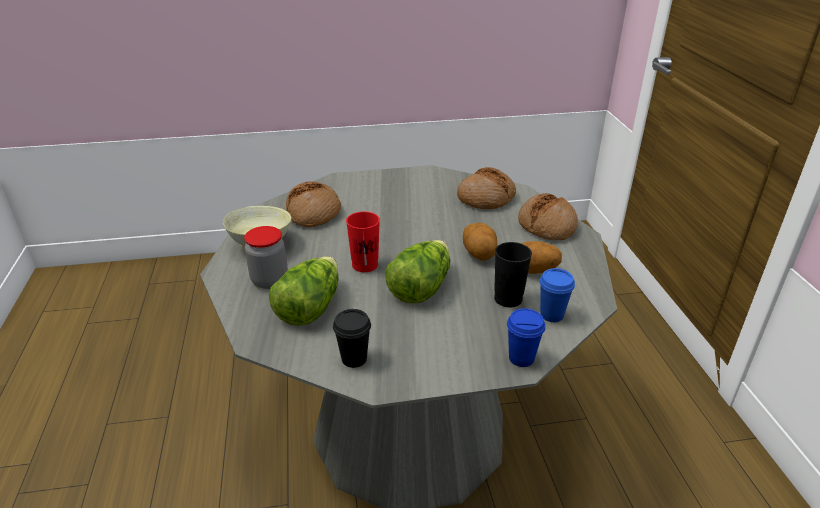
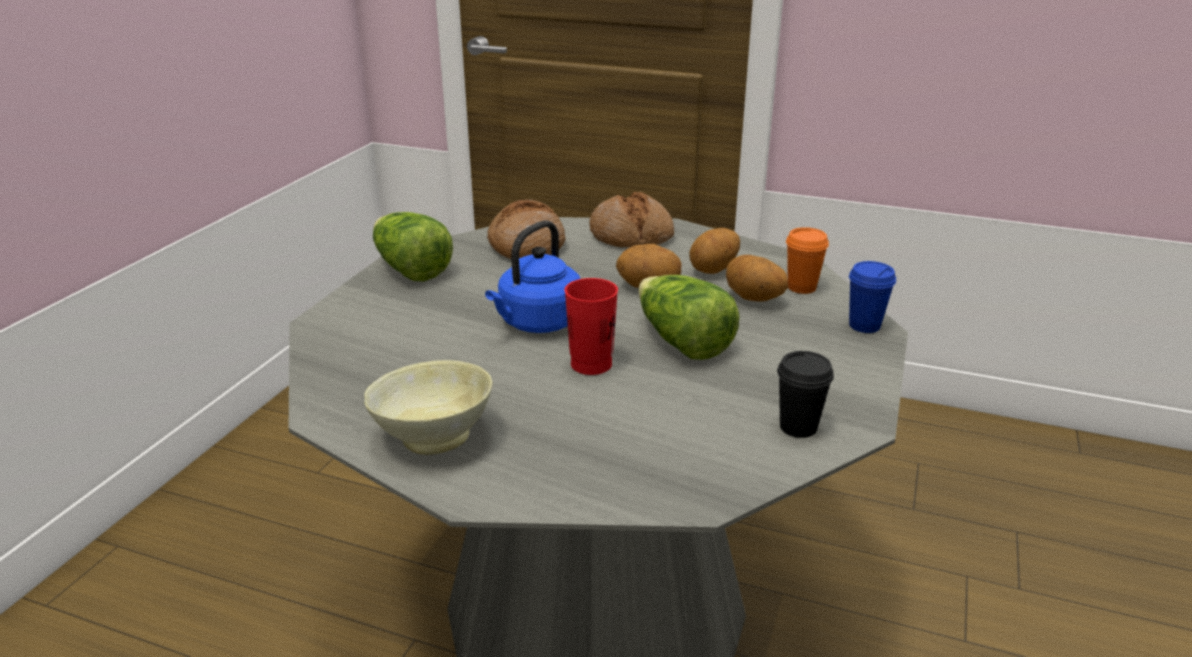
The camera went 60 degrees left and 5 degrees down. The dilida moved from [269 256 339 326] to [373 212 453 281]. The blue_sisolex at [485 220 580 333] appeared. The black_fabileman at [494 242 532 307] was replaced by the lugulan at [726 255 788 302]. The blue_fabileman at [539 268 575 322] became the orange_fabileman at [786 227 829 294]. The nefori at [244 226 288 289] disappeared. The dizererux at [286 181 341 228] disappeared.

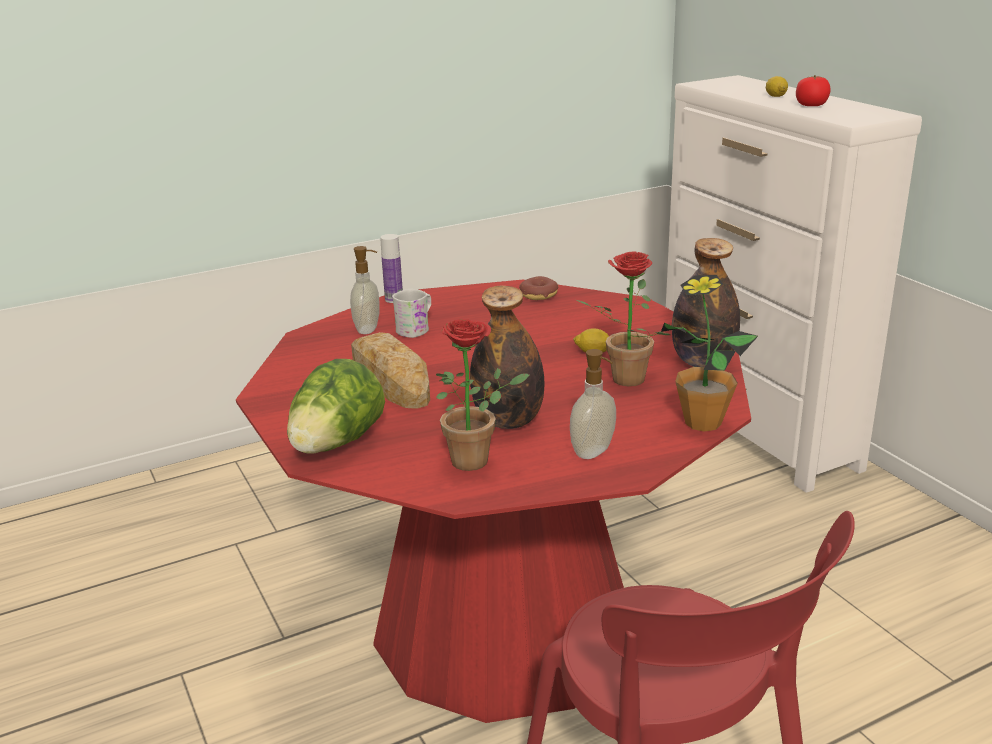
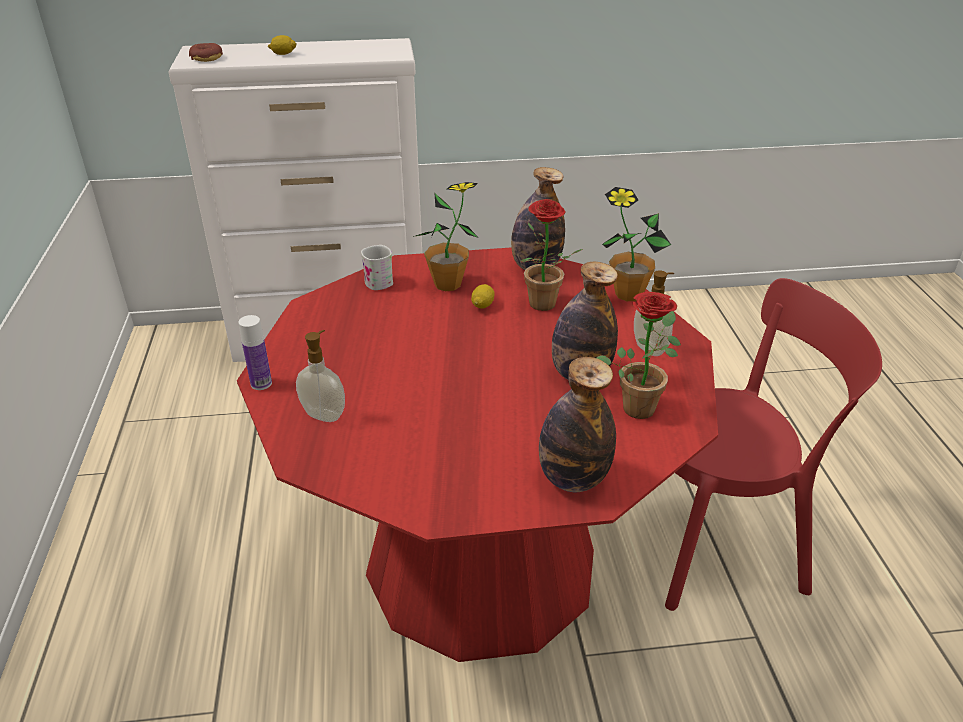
The camera went 70 degrees left and 10 degrees up. The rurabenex moved from [519 276 558 300] to [189 43 223 62]. The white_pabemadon moved from [392 289 431 338] to [361 245 393 290]. The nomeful at [413 182 478 291] appeared. The dilida at [287 359 385 454] was replaced by the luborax at [539 357 616 492]. The dizererux at [351 332 430 409] disappeared. The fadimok at [796 75 830 106] disappeared.

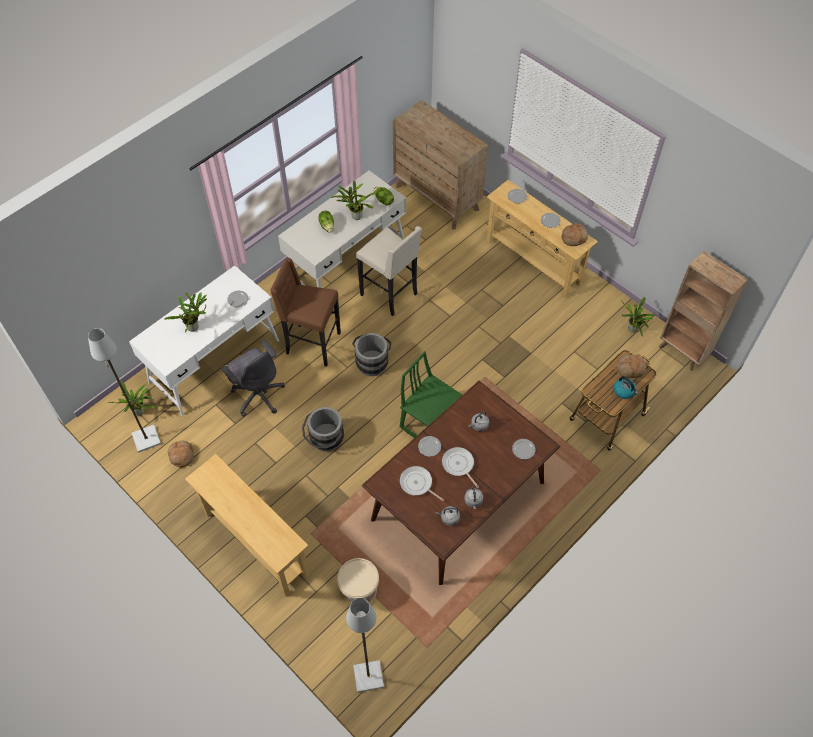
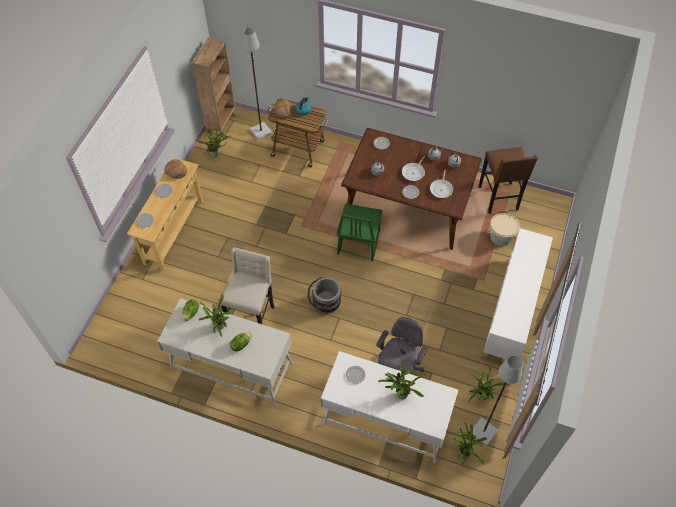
The camera went 115 degrees left and 0 degrees up. The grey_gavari moved from [346 598 384 692] to [242 27 272 140]. The dizererux at [168 441 194 468] was replaced by the nomeful at [468 367 505 402]. The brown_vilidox moved from [270 258 341 367] to [479 147 538 214]. The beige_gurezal at [185 454 310 597] was replaced by the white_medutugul at [484 228 553 360]. The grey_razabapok at [302 407 344 452] disappeared. The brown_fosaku at [392 100 488 230] disappeared.

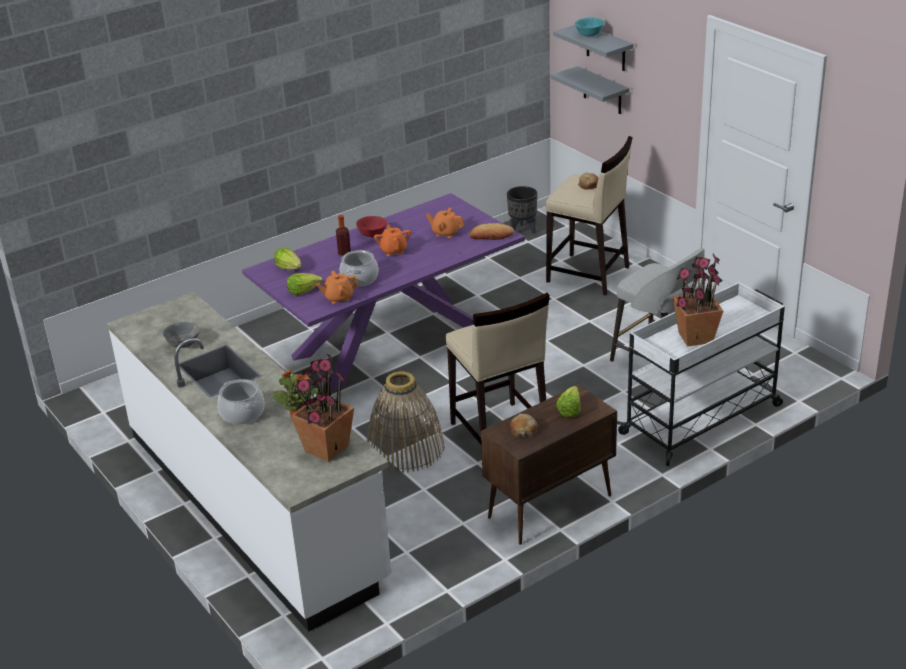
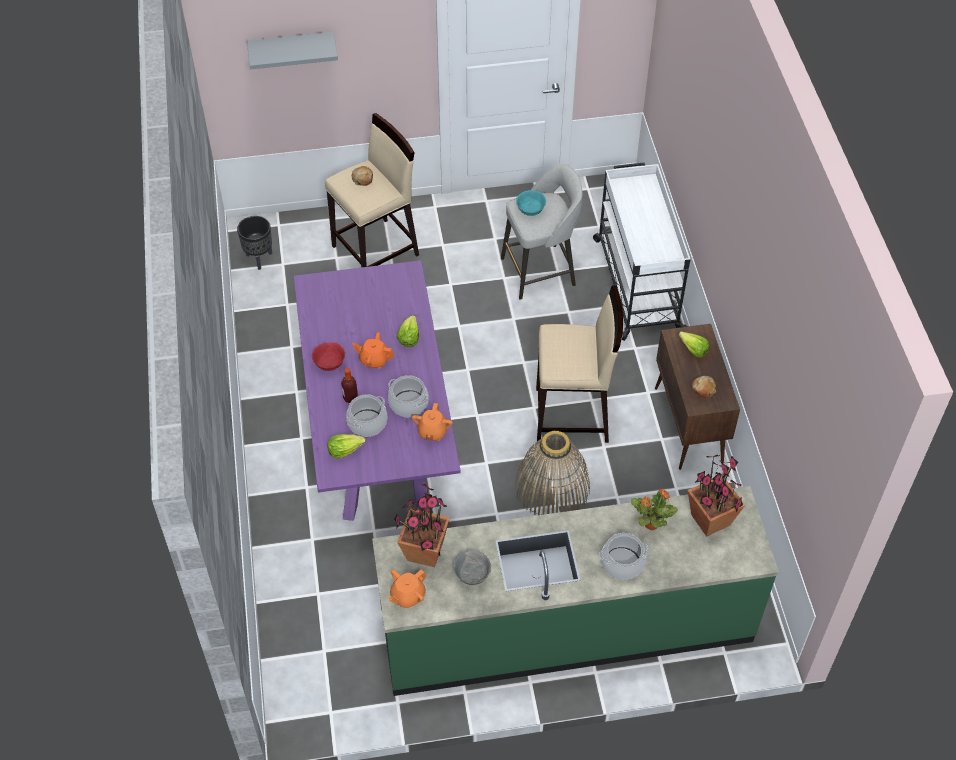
The camera went 65 degrees left and 20 degrees up. The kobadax at [346 394 387 437] appeared. The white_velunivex at [107 292 391 632] became the green_velunivex at [372 486 779 696]. The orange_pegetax moved from [426 208 464 238] to [388 569 427 608]. The nomeful moved from [673 254 723 347] to [394 484 450 567]. The dilida moved from [287 273 323 295] to [396 315 419 347]. The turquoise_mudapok moved from [575 18 604 37] to [516 190 546 216]. The dizererux at [470 223 514 240] disappeared. The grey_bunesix at [551 66 629 114] disappeared.

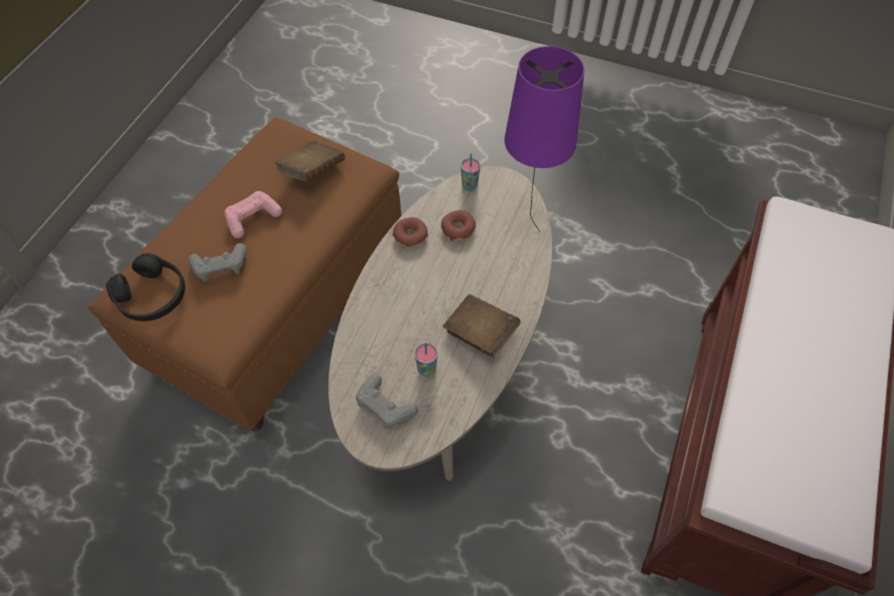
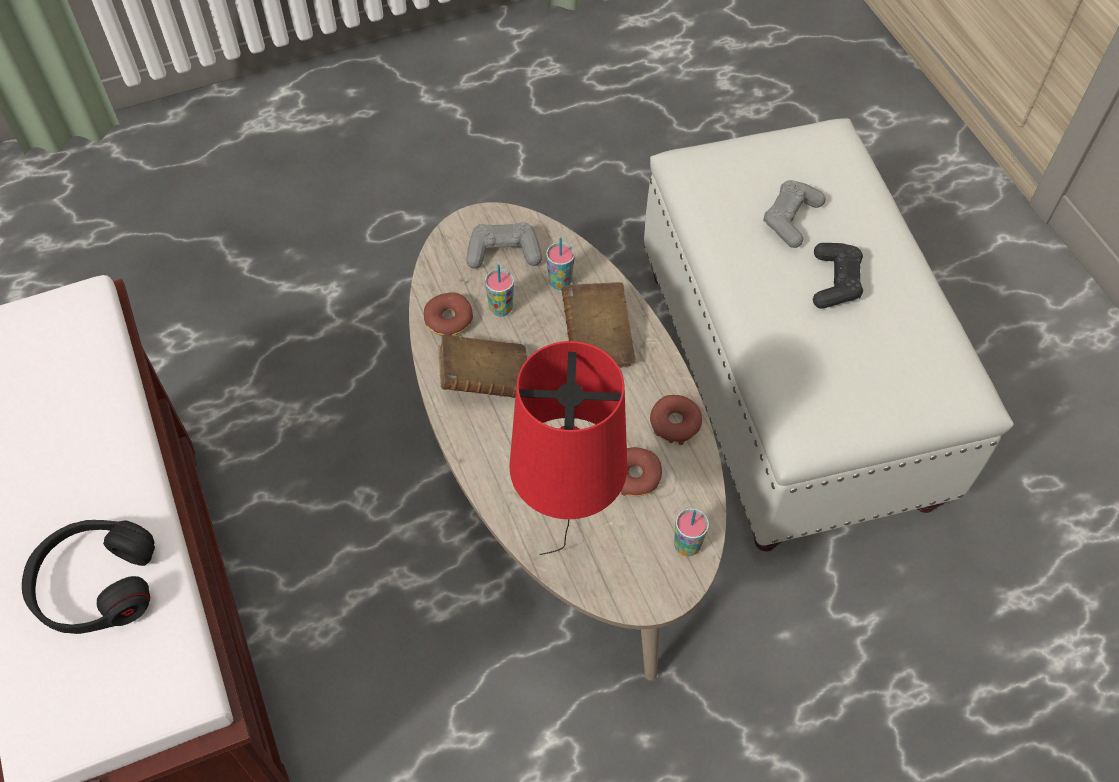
The camera went 135 degrees right and 0 degrees up. The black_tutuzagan moved from [106 253 185 321] to [22 520 155 634]. The rurabenex at [424 292 473 336] appeared. The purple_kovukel at [504 46 584 232] became the red_kovukel at [510 341 627 555]. The fabileman at [546 237 575 290] appeared. The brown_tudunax moved from [274 141 345 181] to [561 282 635 368]. The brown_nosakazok at [88 117 401 431] became the white_nosakazok at [643 118 1014 551]. The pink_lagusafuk at [225 191 282 238] became the black_lagusafuk at [813 243 863 309].

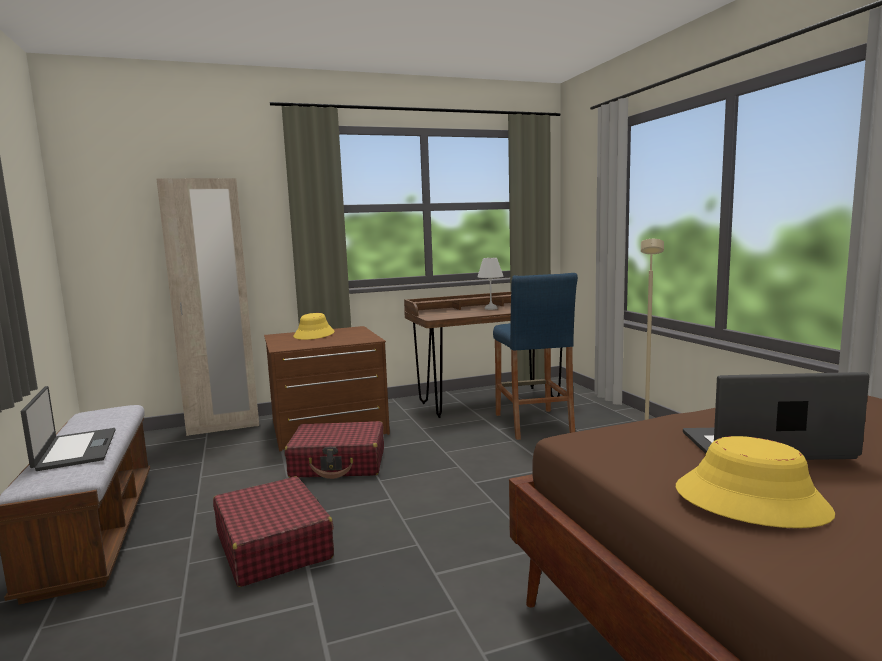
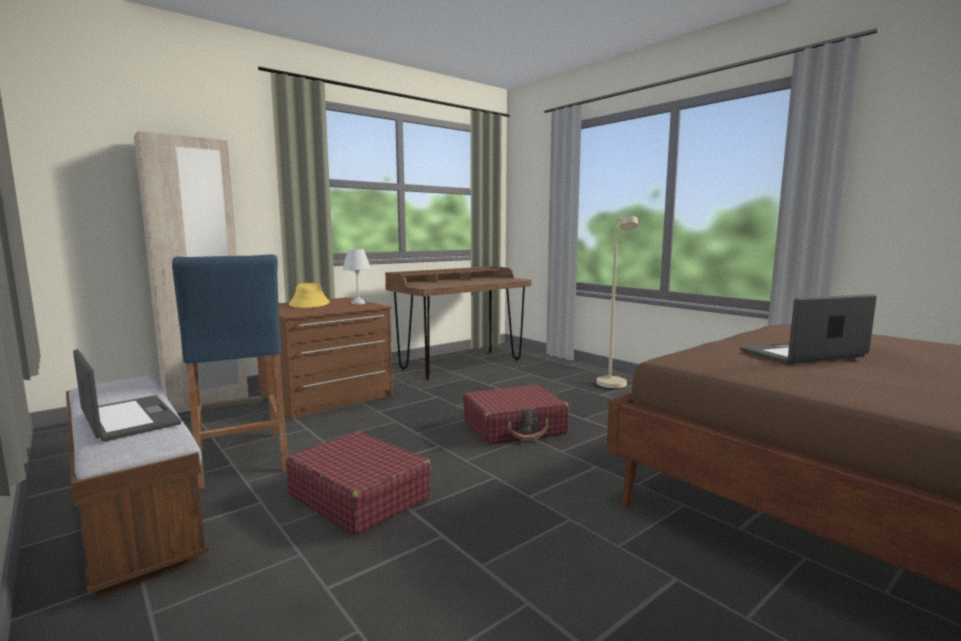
The camera went 20 degrees left and 0 degrees up. The blue_vilidox moved from [493 273 578 440] to [172 255 288 489]. The white_kovukel moved from [477 258 503 310] to [342 249 371 305]. The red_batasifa moved from [285 421 384 479] to [463 385 569 445]. The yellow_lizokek at [676 436 835 528] disappeared.

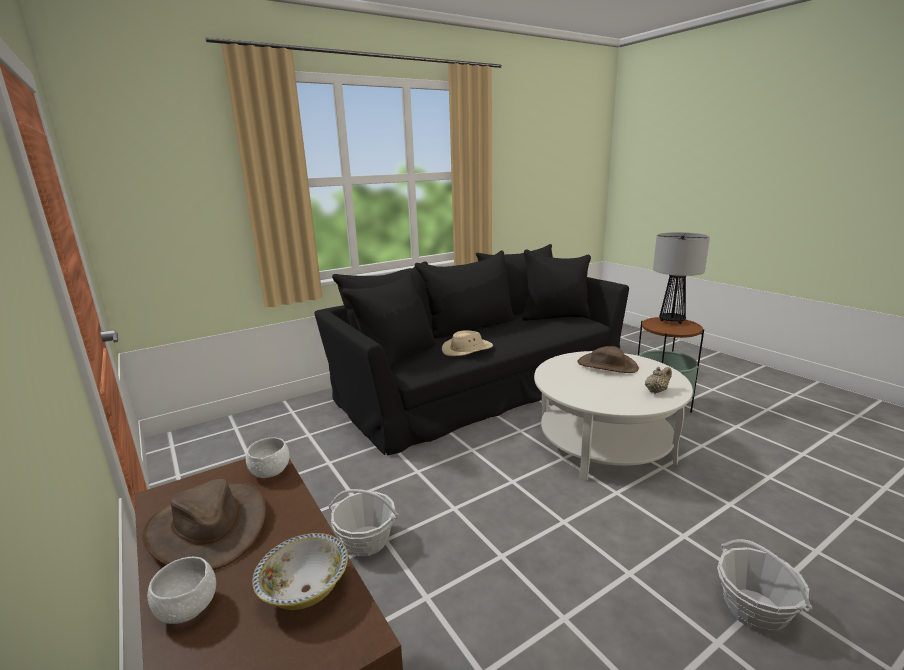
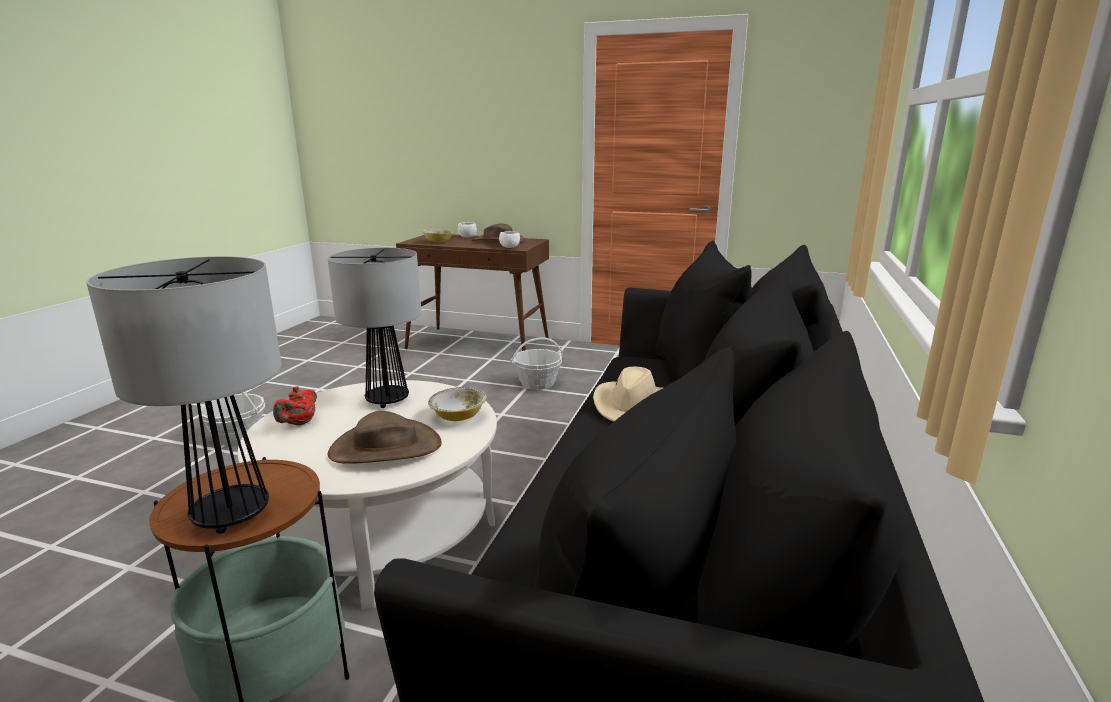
The camera went 140 degrees right and 0 degrees up. The beige_pegetax at [645 367 672 394] became the red_pegetax at [273 386 317 426]. The kovukel at [327 248 422 408] appeared. The mudapok at [428 387 487 421] appeared.

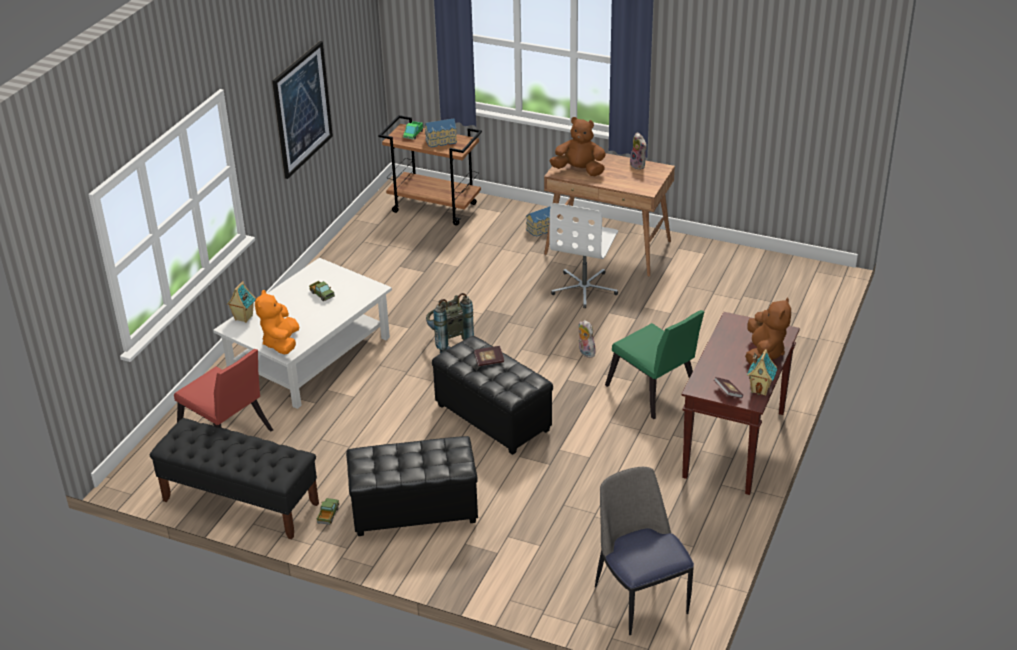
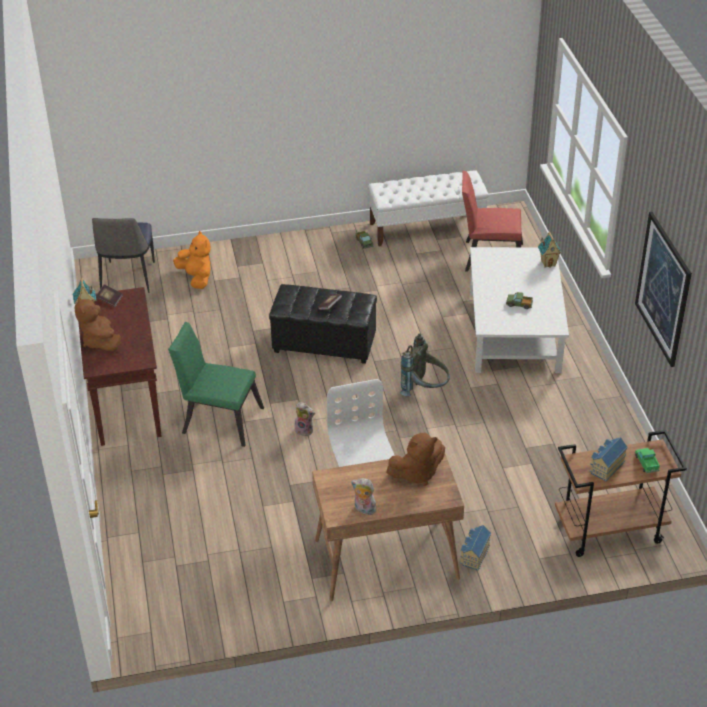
The camera went 145 degrees right and 5 degrees up. The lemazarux at [595 467 694 635] turned 60 degrees clockwise. The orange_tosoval moved from [255 290 299 354] to [173 231 211 289]. The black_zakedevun at [150 418 319 539] became the white_zakedevun at [368 170 489 246]. The black_nosakazok at [346 436 478 536] disappeared.

